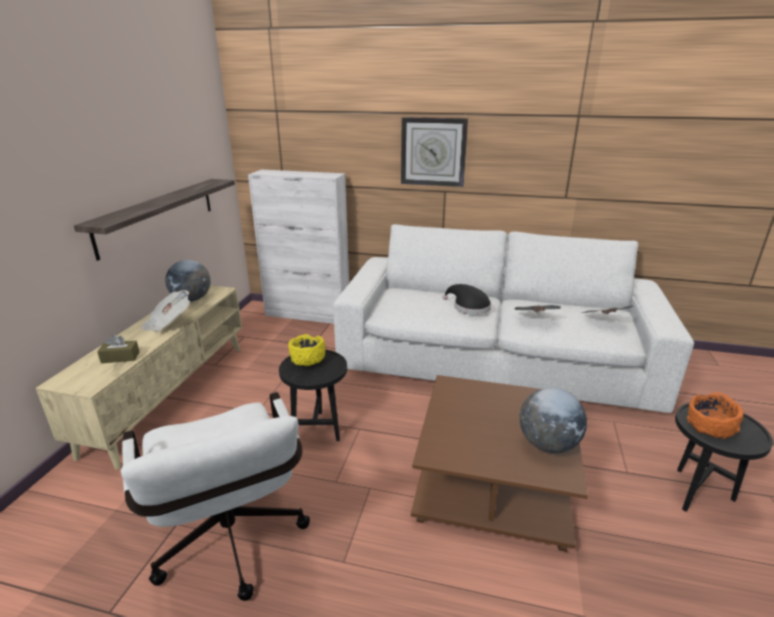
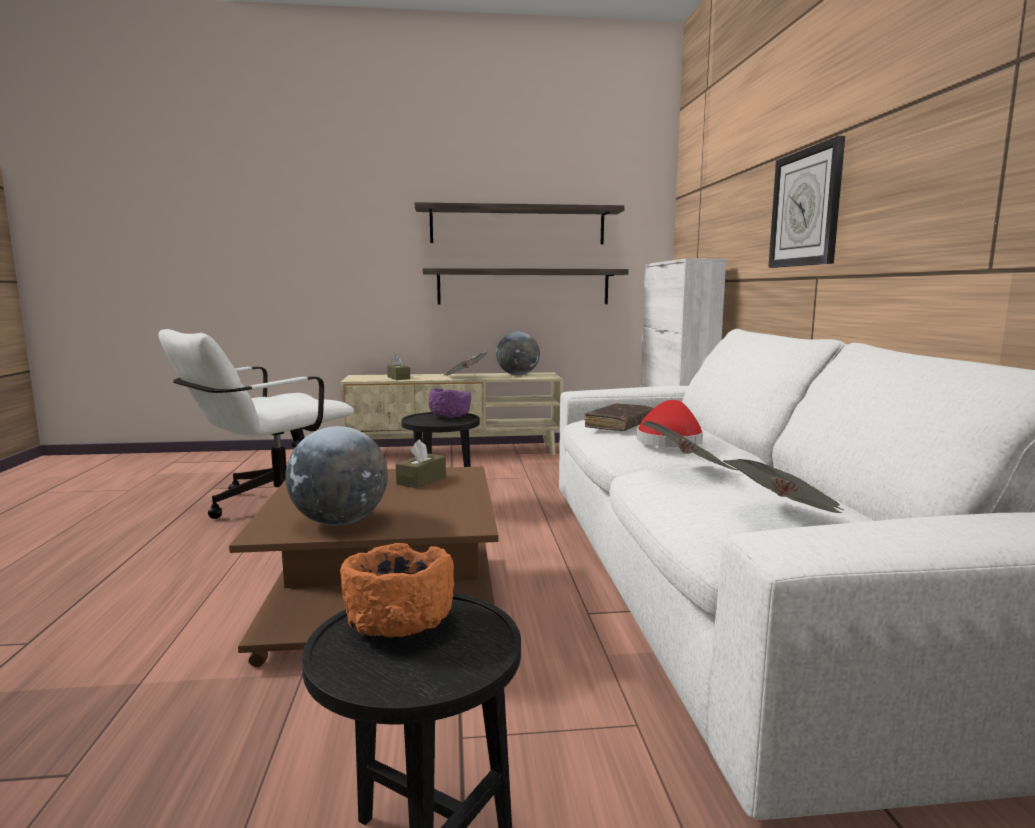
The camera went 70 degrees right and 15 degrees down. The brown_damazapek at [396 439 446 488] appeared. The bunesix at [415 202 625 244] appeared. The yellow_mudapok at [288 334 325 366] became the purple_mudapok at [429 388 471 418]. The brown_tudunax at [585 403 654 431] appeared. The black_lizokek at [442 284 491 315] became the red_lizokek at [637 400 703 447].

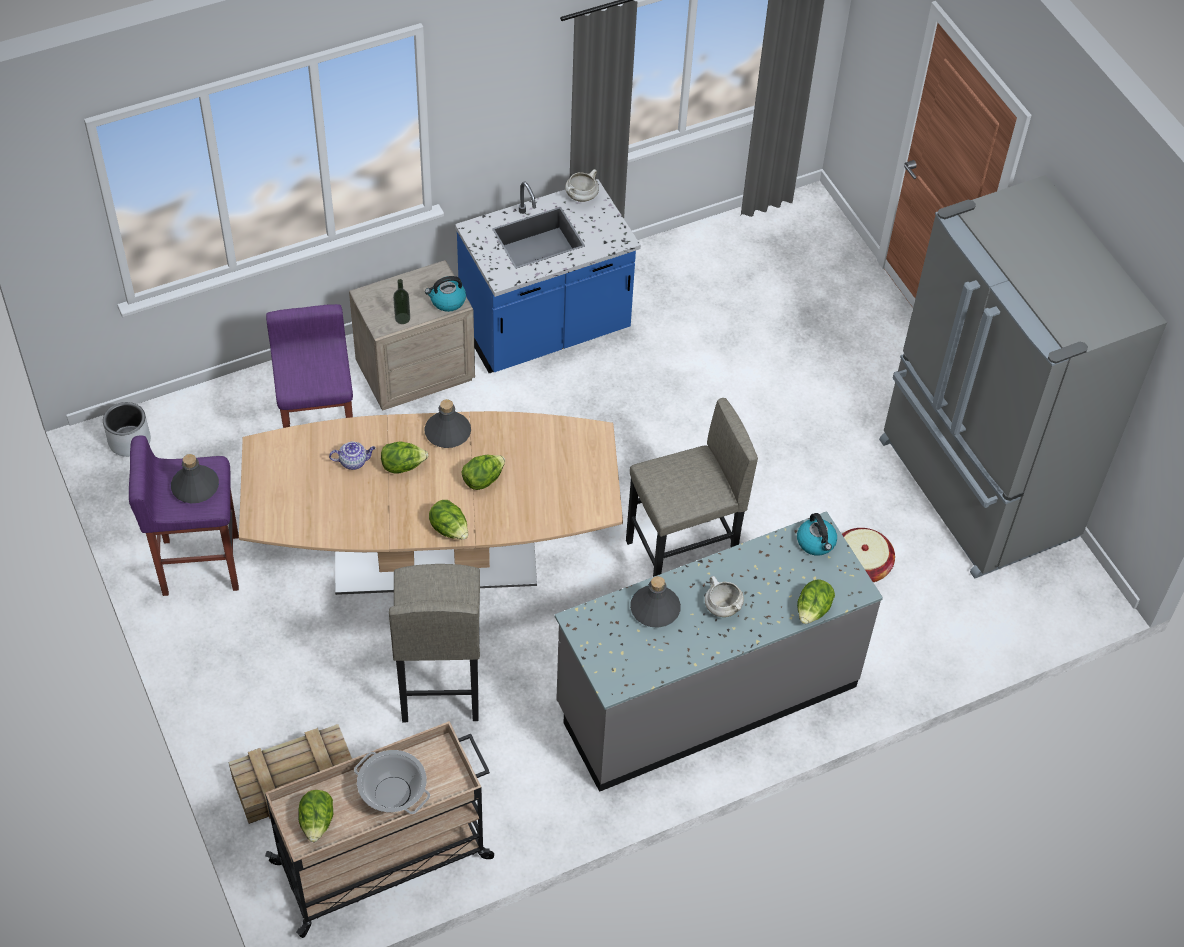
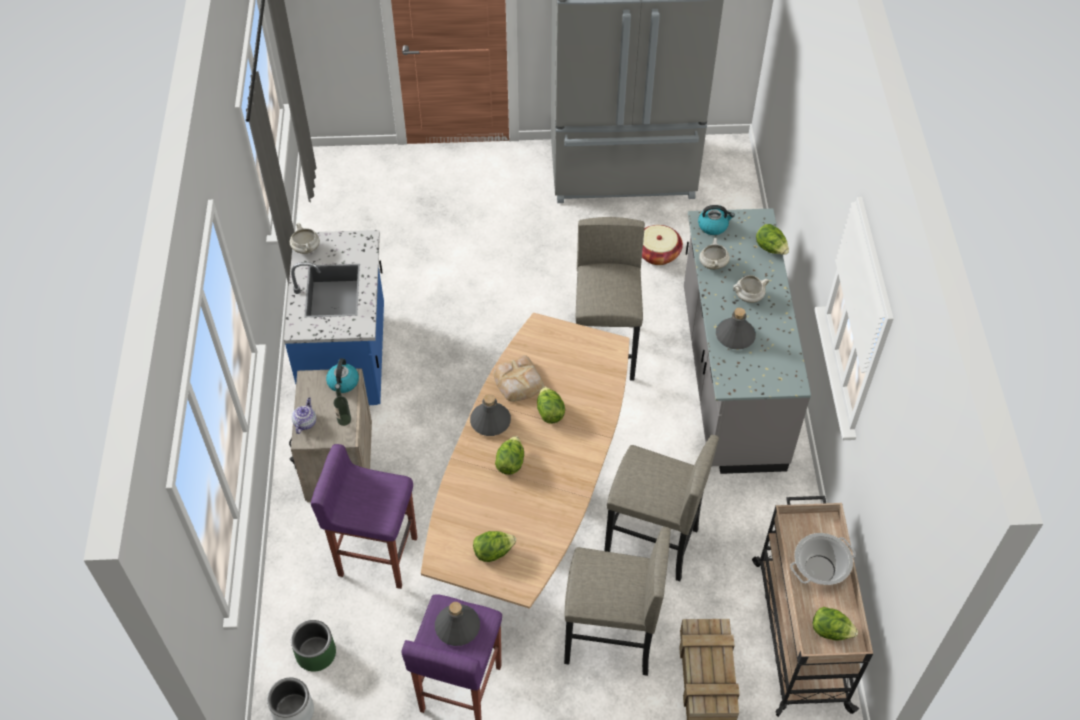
The camera went 65 degrees left and 0 degrees up. The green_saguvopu at [291 620 336 672] appeared. The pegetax moved from [329 442 375 470] to [292 397 316 434]. The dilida moved from [429 500 468 540] to [473 531 516 562]. The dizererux at [494 355 544 402] appeared. The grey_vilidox at [564 527 671 676] appeared. The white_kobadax at [699 238 730 270] appeared.

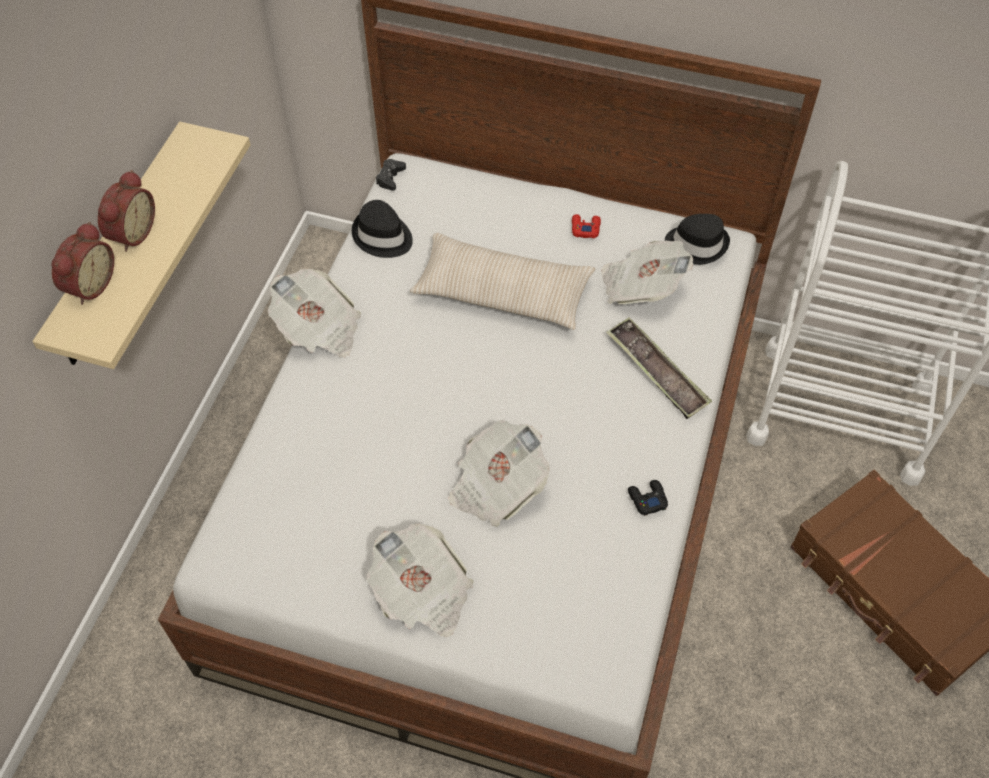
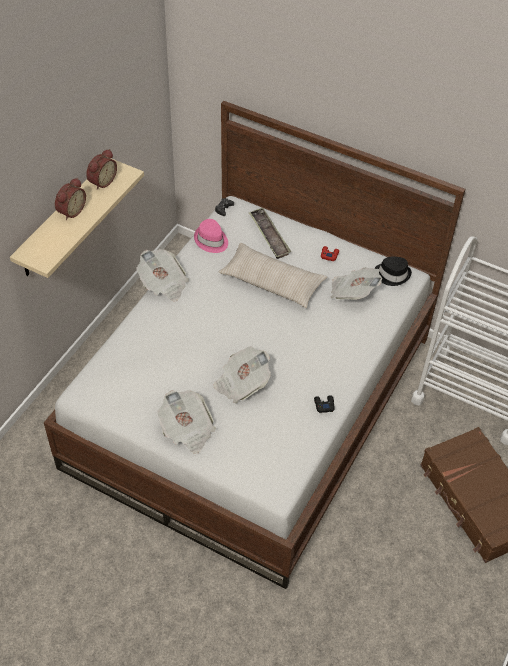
The camera went 10 degrees right and 5 degrees down. The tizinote moved from [52 222 114 305] to [86 149 117 190]. The black_lizokek at [352 200 413 258] became the pink_lizokek at [194 219 228 253]. The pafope moved from [606 318 712 419] to [249 208 291 259].

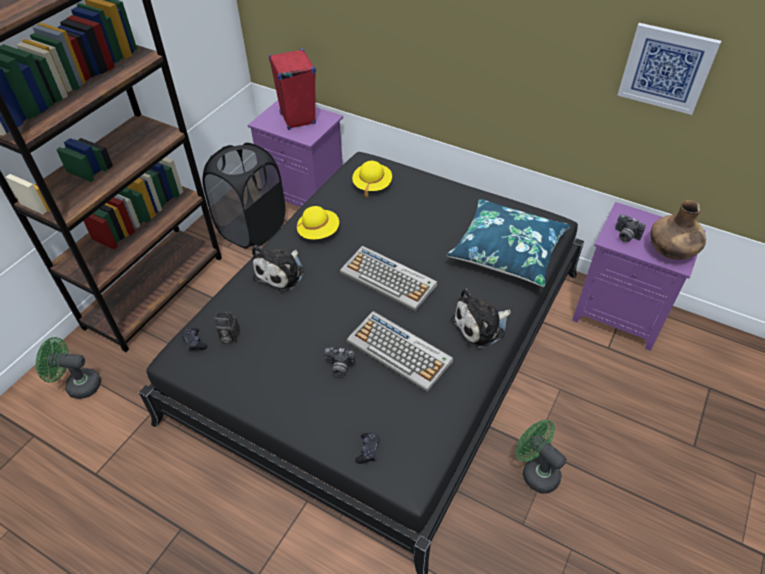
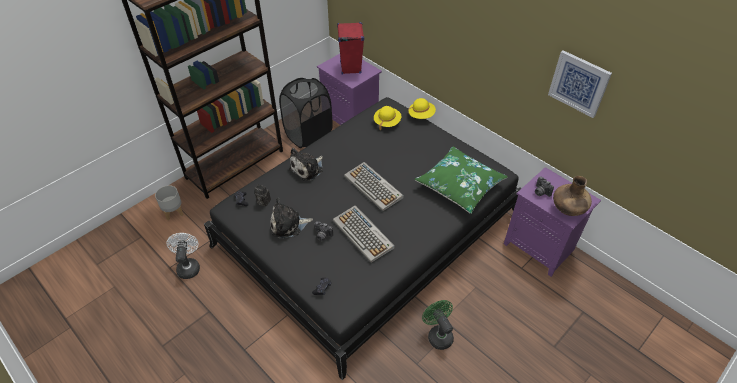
The camera went 15 degrees right and 0 degrees up. The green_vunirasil at [36 337 101 399] was replaced by the grey_saguvopu at [155 185 184 220]. The white_vunirasil at [166 233 200 279] appeared. The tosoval moved from [451 289 511 348] to [270 198 313 239]. The yellow_lizokek moved from [297 206 339 239] to [408 98 436 119]. The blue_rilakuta at [447 199 570 287] became the green_rilakuta at [415 146 508 214].

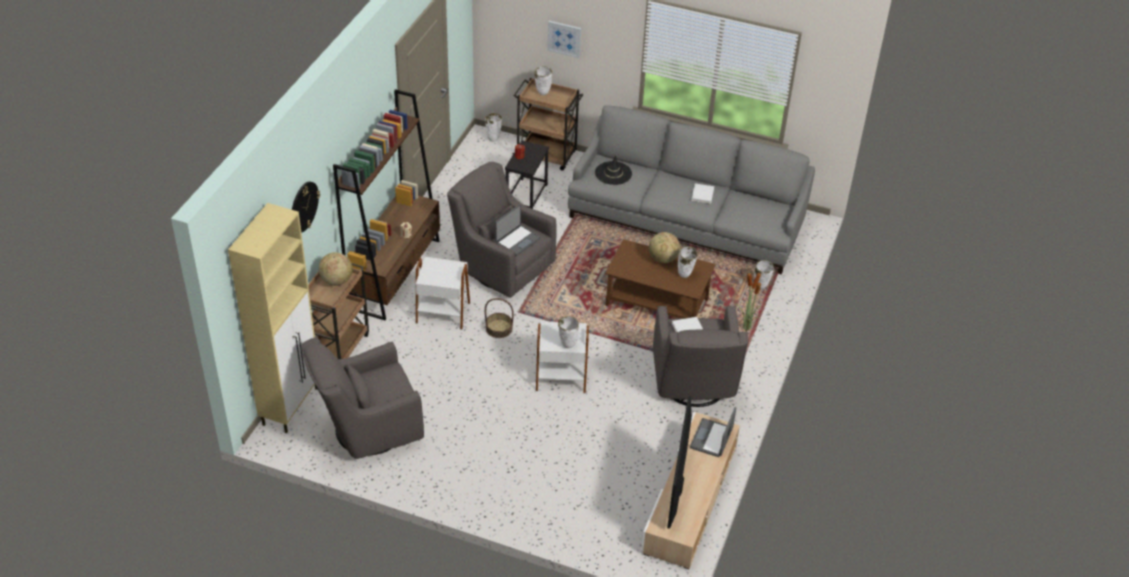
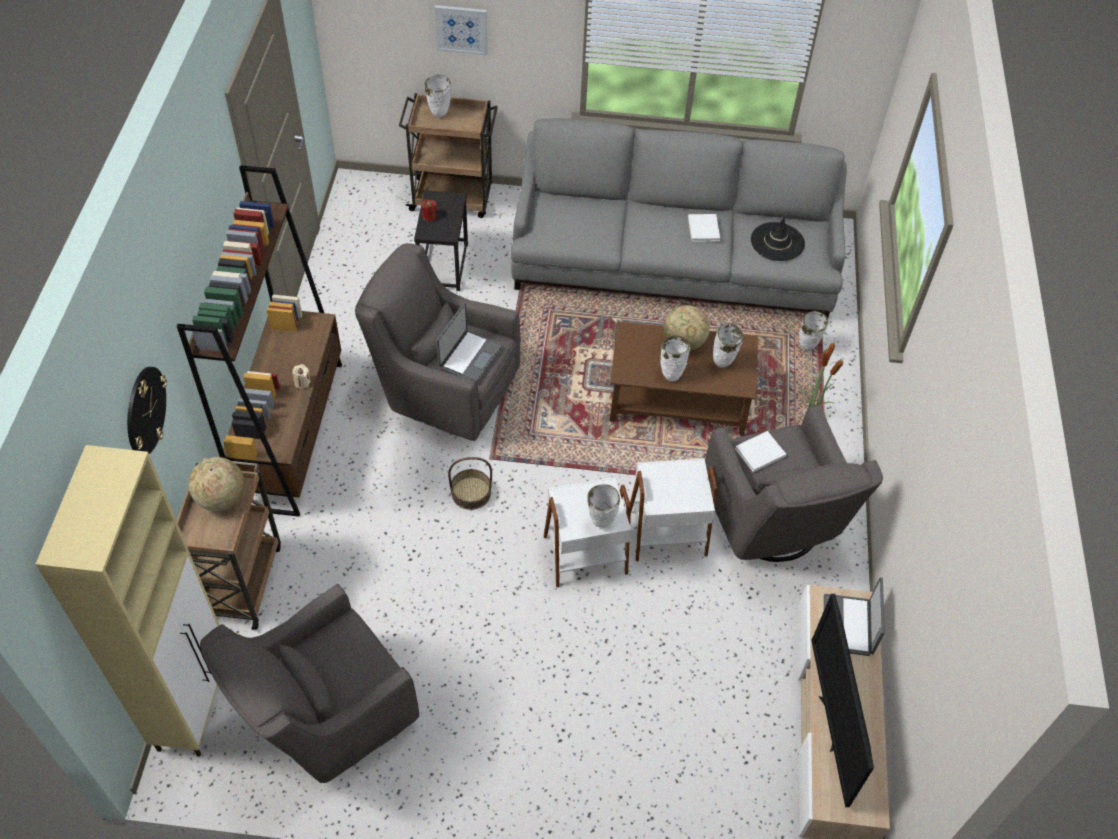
The camera went 15 degrees left and 10 degrees up. The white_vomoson moved from [416 257 470 330] to [630 458 717 561]. The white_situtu moved from [485 113 502 142] to [660 335 691 382]. The black_lizokek moved from [595 155 632 185] to [751 218 805 261].

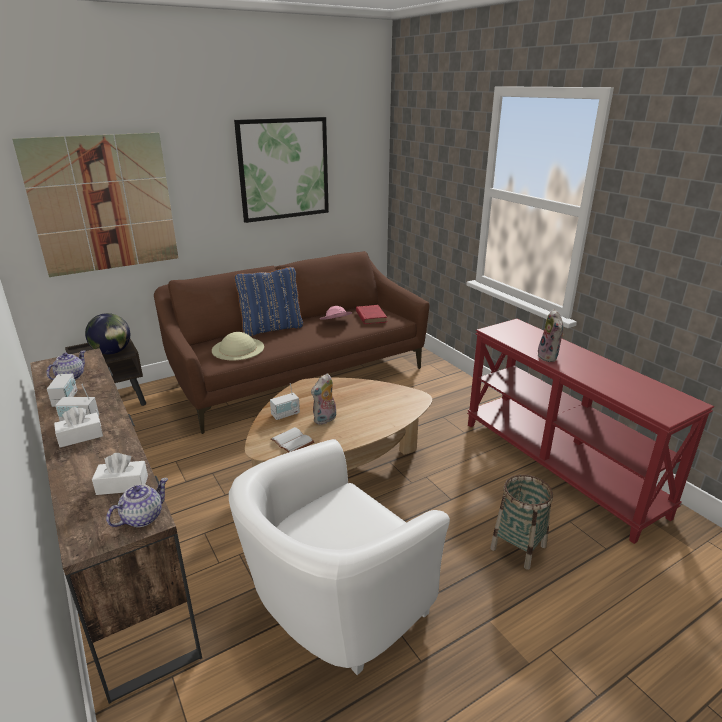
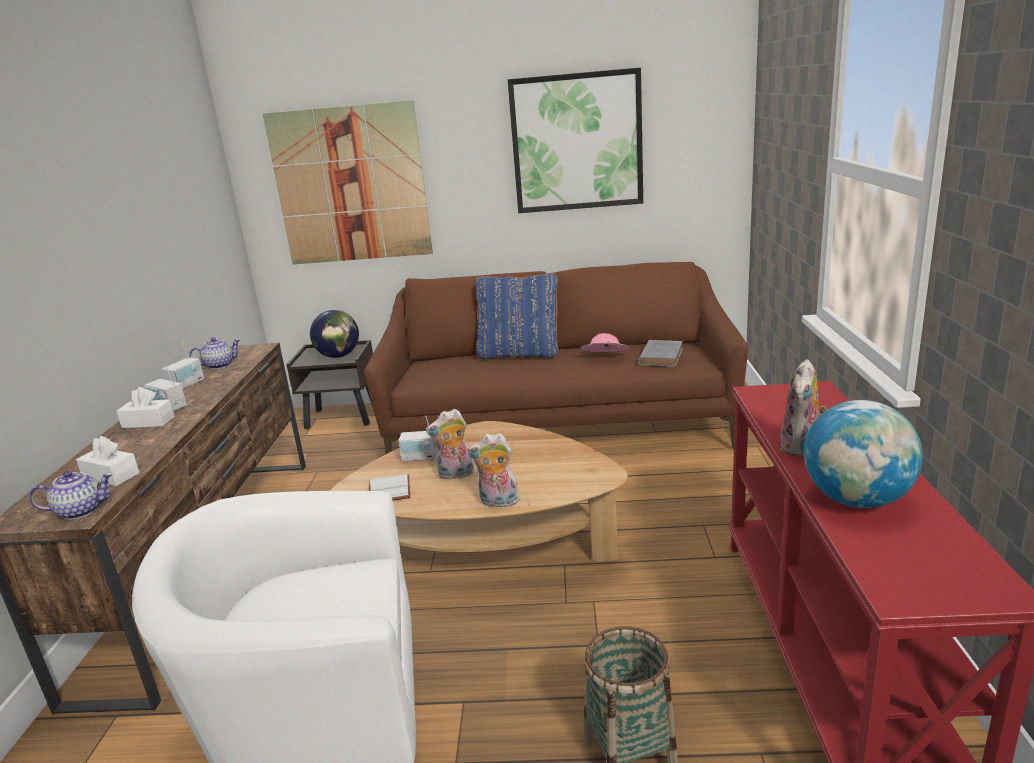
The camera went 35 degrees right and 5 degrees down. The tosoval at [468 433 519 507] appeared. The red_tudunax at [356 305 387 324] became the grey_tudunax at [638 340 683 367]. The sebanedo at [804 400 923 508] appeared. The beige_lizokek at [212 332 264 360] disappeared.

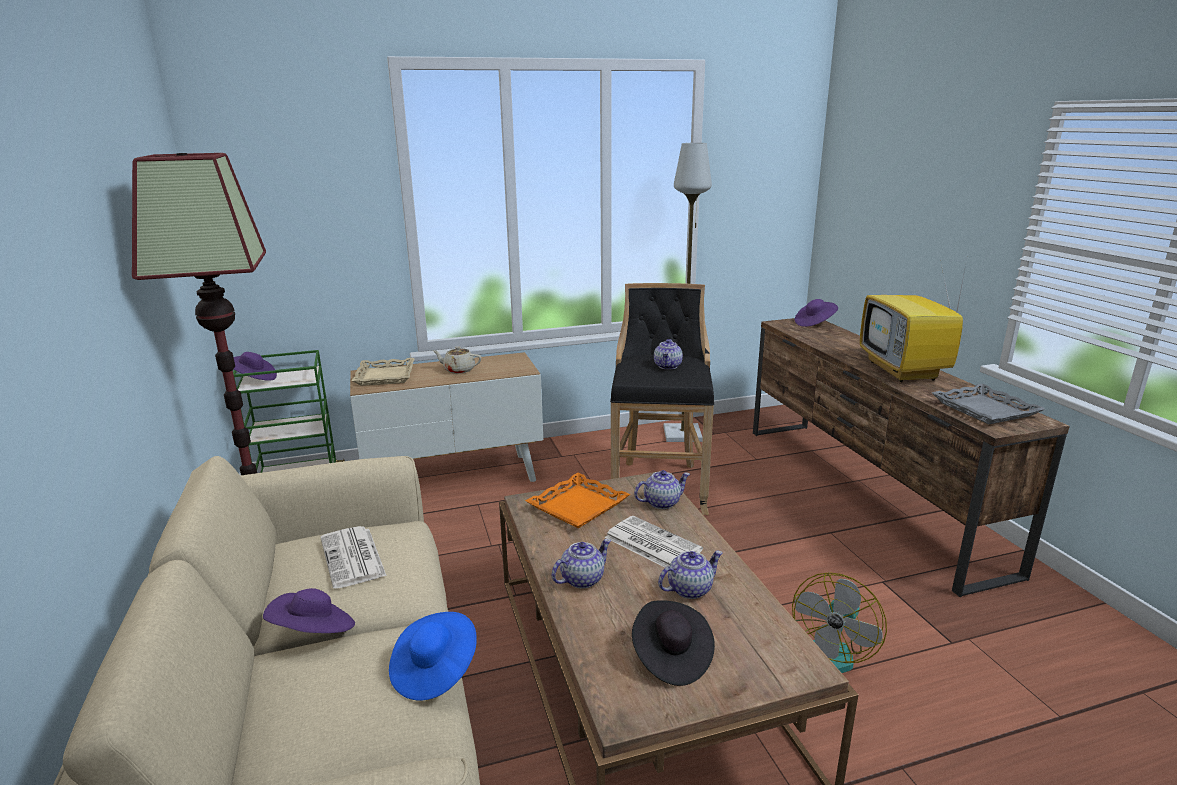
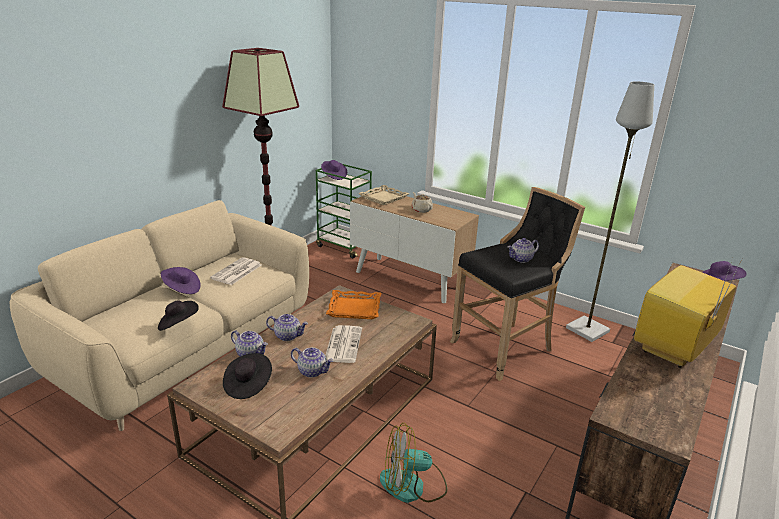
The camera went 50 degrees right and 5 degrees up. The blue_lizokek at [389 612 477 700] became the black_lizokek at [158 300 199 331]. The pegetax moved from [634 470 690 509] to [231 330 268 356]. The grey_pafope at [932 383 1045 424] disappeared.

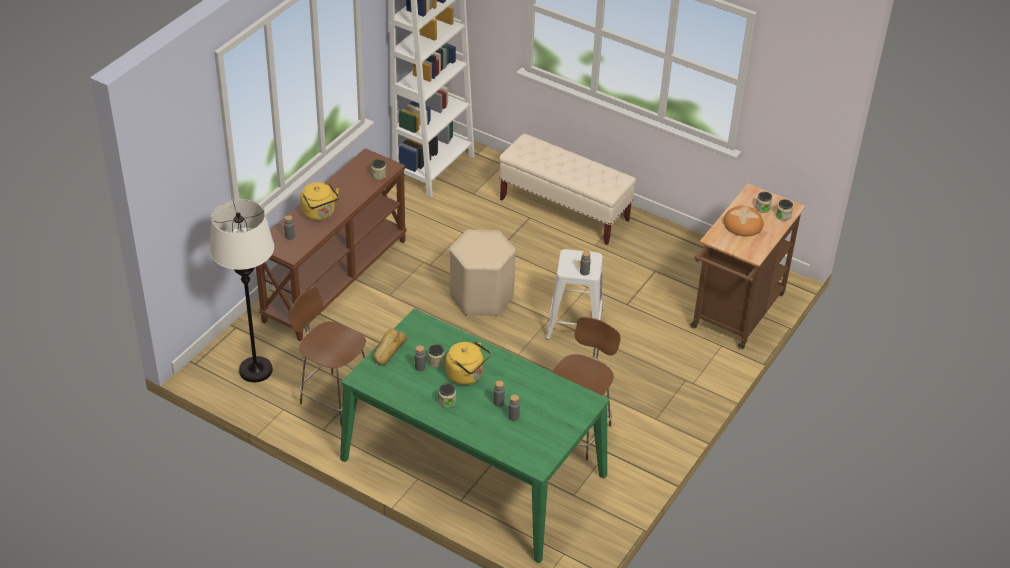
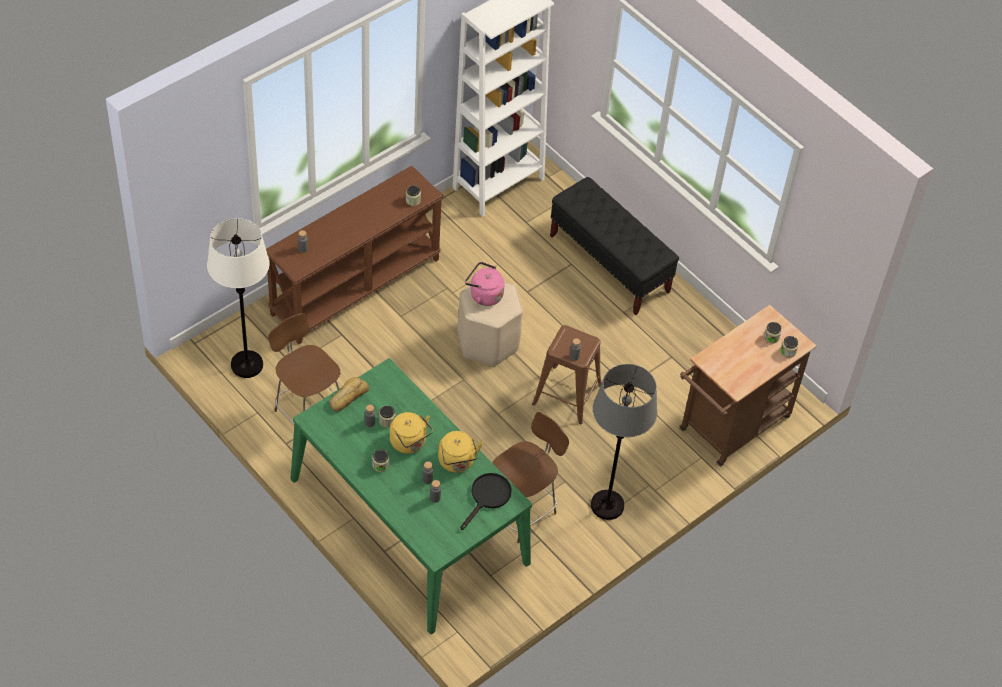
The camera went 15 degrees right and 10 degrees up. The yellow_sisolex moved from [300 182 339 221] to [438 431 483 473]. The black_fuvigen at [460 473 512 530] appeared. The pink_sisolex at [465 262 505 306] appeared. The white_vilidox at [546 249 604 340] became the brown_vilidox at [532 325 602 424]. The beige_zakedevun at [499 134 636 245] became the black_zakedevun at [550 177 679 315]. The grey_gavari at [591 364 657 520] appeared. The dizererux at [723 206 764 236] disappeared.

